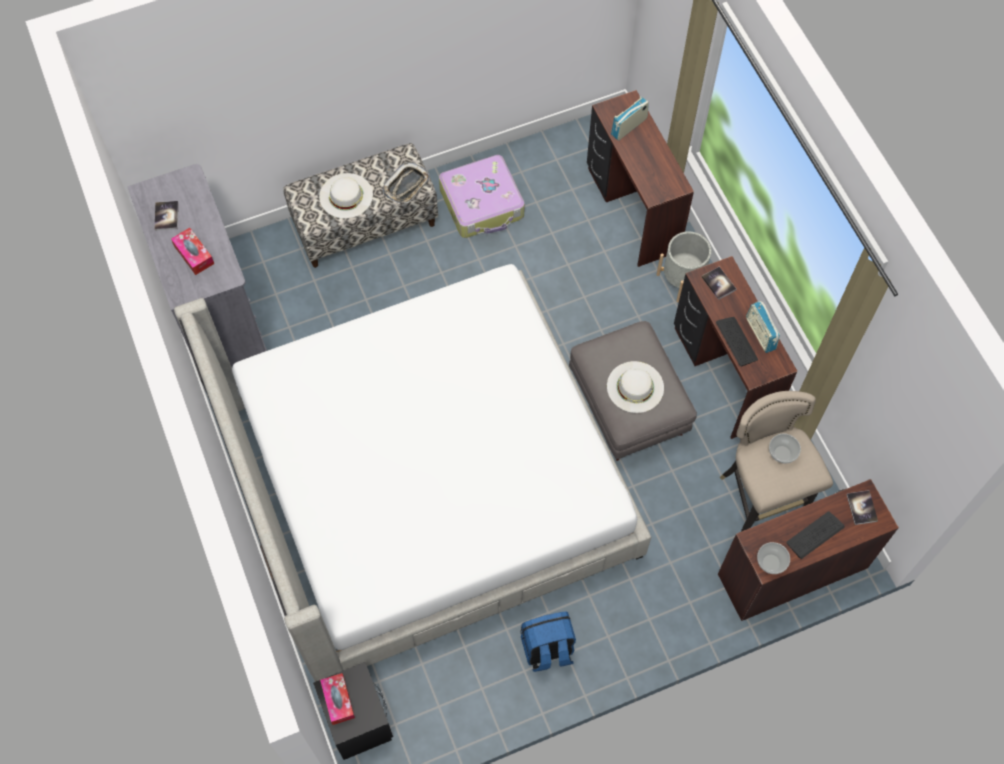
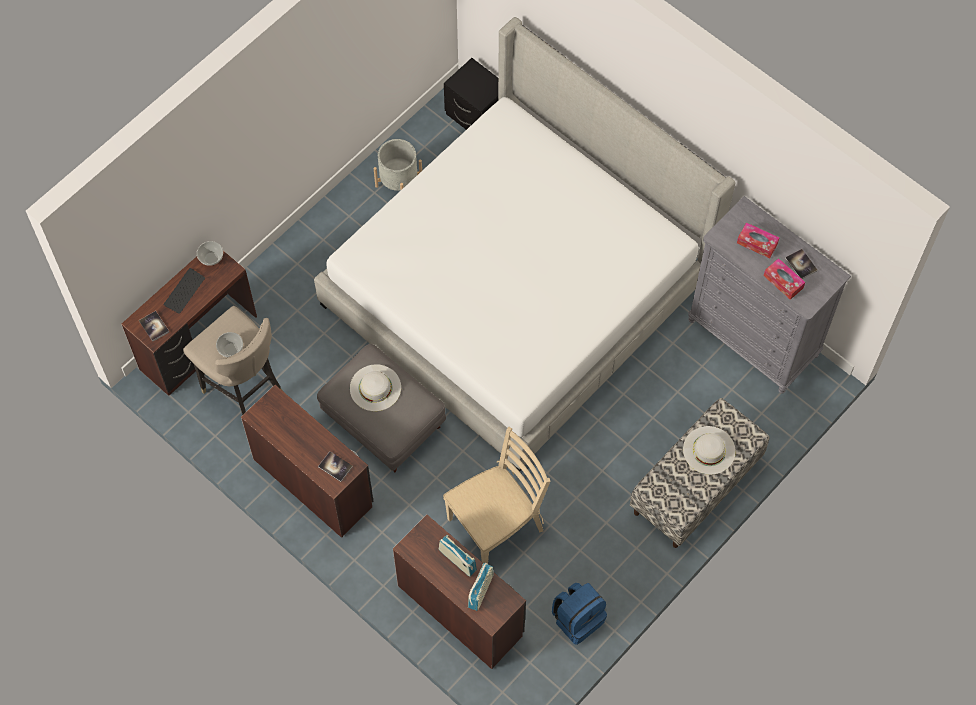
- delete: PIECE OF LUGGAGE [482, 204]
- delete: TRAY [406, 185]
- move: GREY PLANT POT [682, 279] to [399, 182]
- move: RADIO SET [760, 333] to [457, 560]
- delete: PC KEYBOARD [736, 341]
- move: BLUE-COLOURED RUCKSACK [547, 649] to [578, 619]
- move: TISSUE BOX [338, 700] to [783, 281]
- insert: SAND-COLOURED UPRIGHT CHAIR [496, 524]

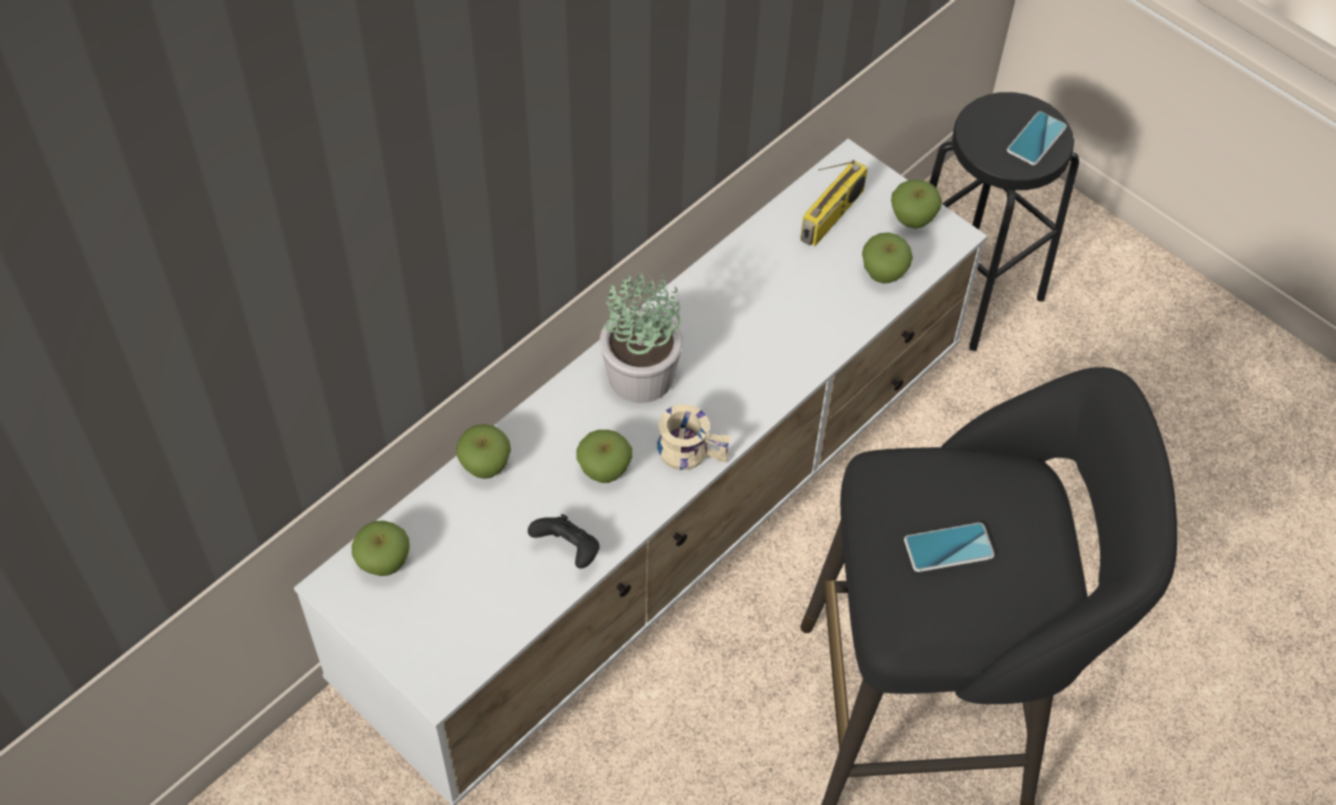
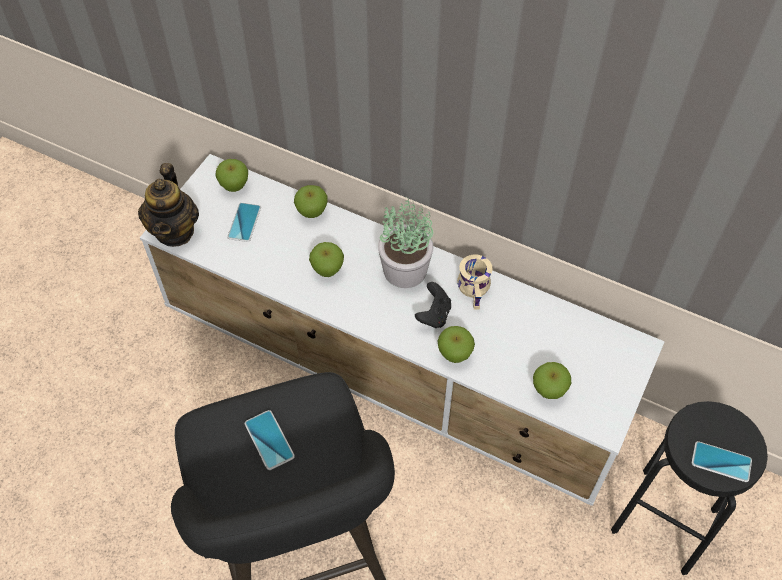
- delete: RADIO SET [832, 216]
- move: WHOLE APPLE [912, 219] to [454, 354]
- move: SAND-COLOURED MUG [692, 448] to [476, 289]
- move: BLACK JOYPAD [568, 551] to [434, 315]
- insert: TEA POT [175, 231]
- insert: HANDSET [244, 222]

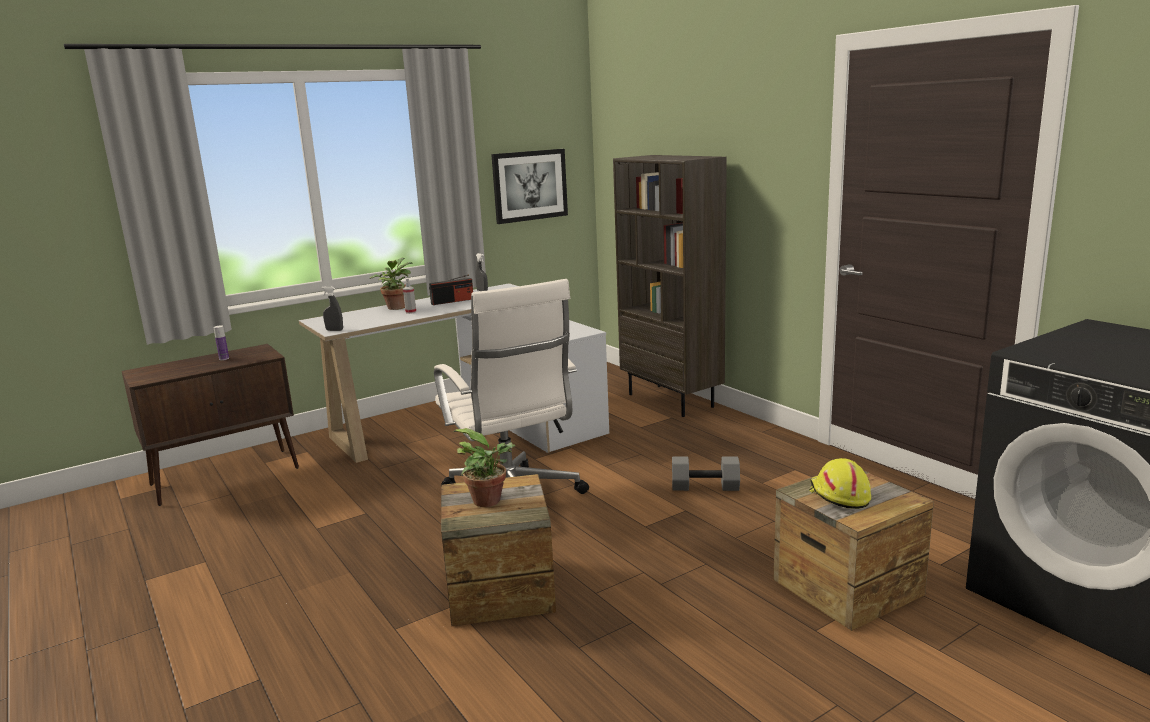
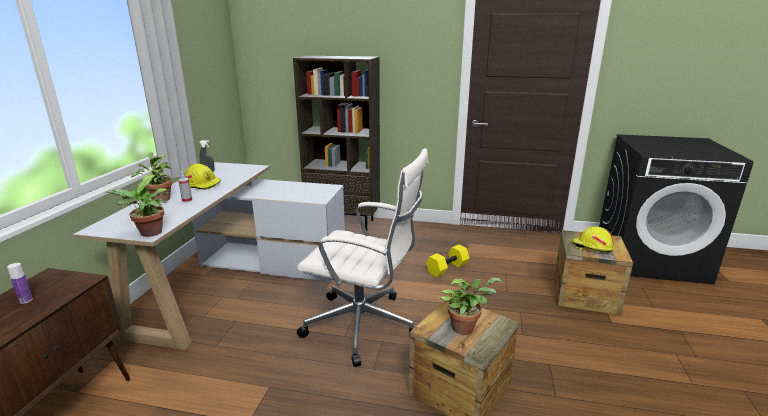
- delete: WALL PICTURE [529, 185]
- replace: RADIO SET [452, 301] to YELLOWISH WORK HELMET [203, 184]
- replace: GREY SPRAYER [334, 330] to HOUSEPLANT [149, 233]
- recolor: GREY DUMBBELL [705, 486] to YELLOWISH DUMBBELL [447, 268]

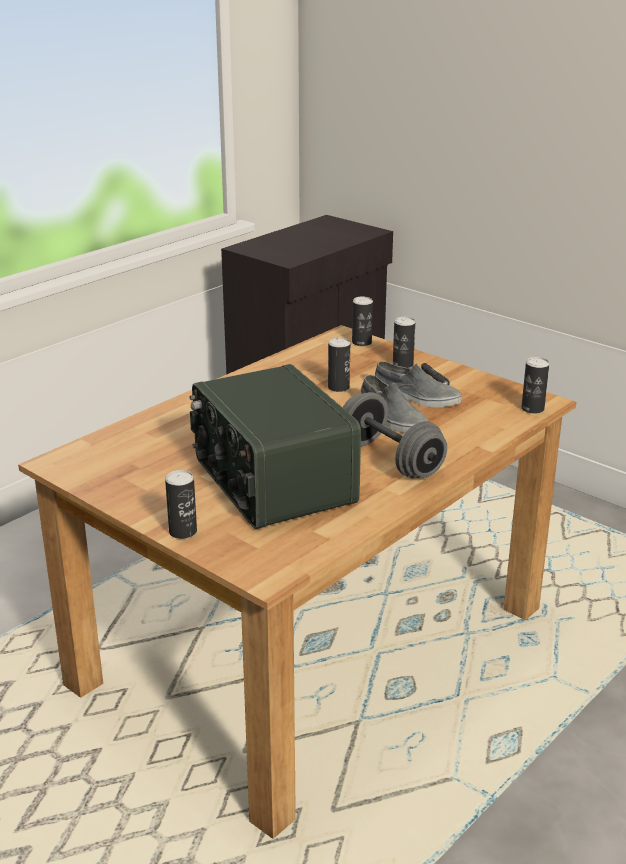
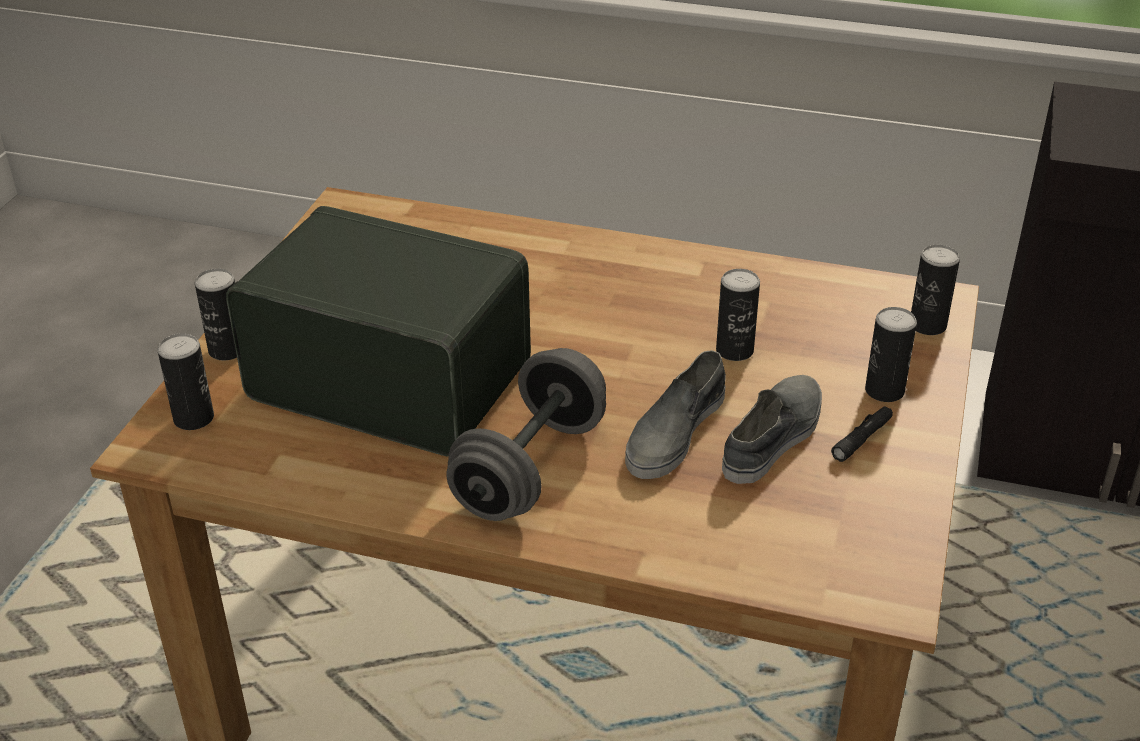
- move: CAN [532, 409] to [194, 418]
- rotate: GREY SHOE [416, 396] = [773, 437] 150 degrees counterclockwise
- rotate: RADIO SET [271, 482] = [392, 378] 75 degrees clockwise

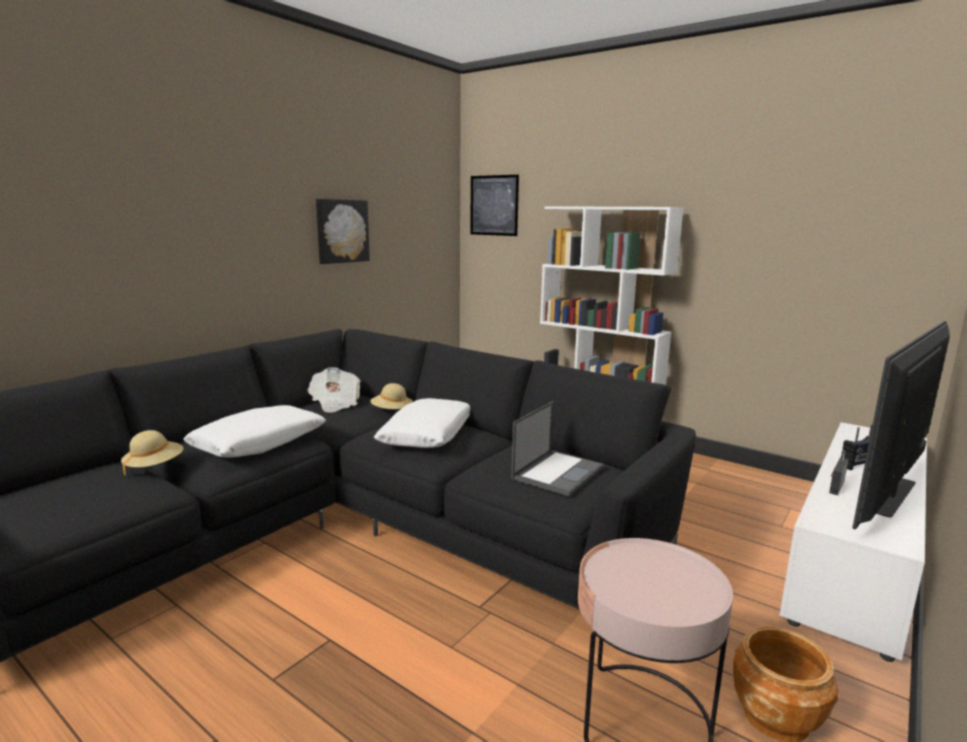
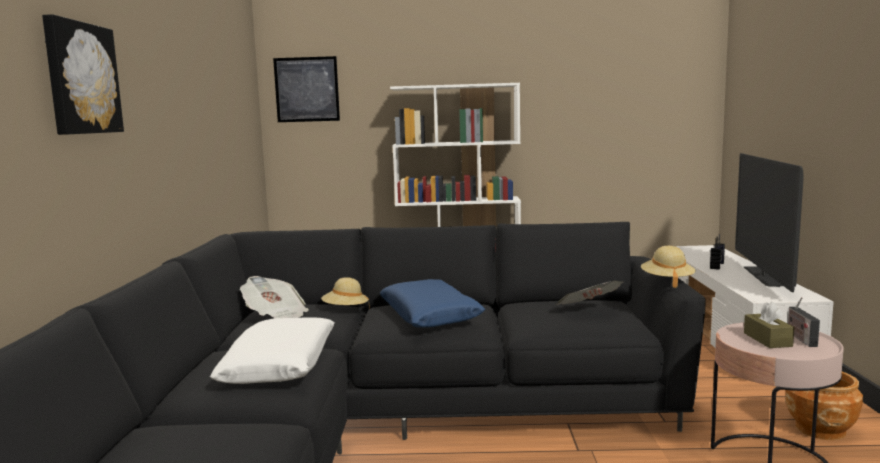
- move: WALL PICTURE [341, 231] to [80, 78]
- recolor: WHITE-COLOURED THROW PILLOW [428, 434] to BLUE-COLOURED THROW PILLOW [430, 315]
- replace: NOTEBOOK COMPUTER [558, 472] to NEWSPAPER [588, 310]
- move: SAND-COLOURED WEARABLE HAT [154, 467] to [667, 281]
- move: RADIO SET [836, 486] to [800, 338]
- insert: BROWN-COLOURED TISSUE BOX [767, 339]

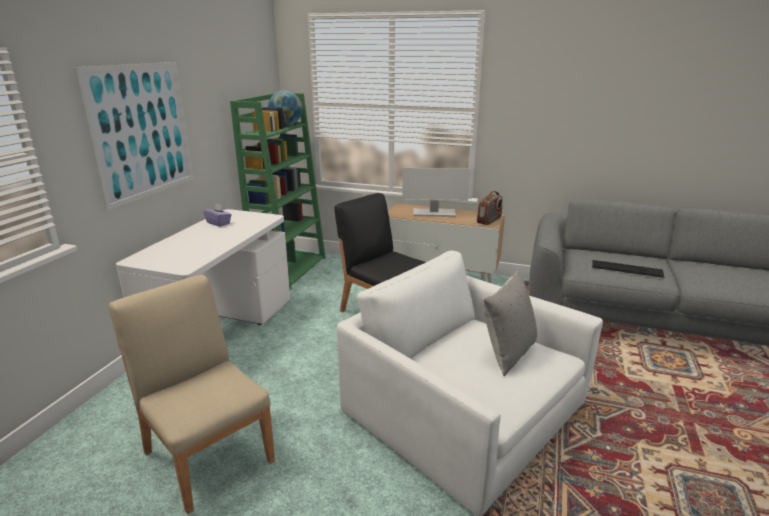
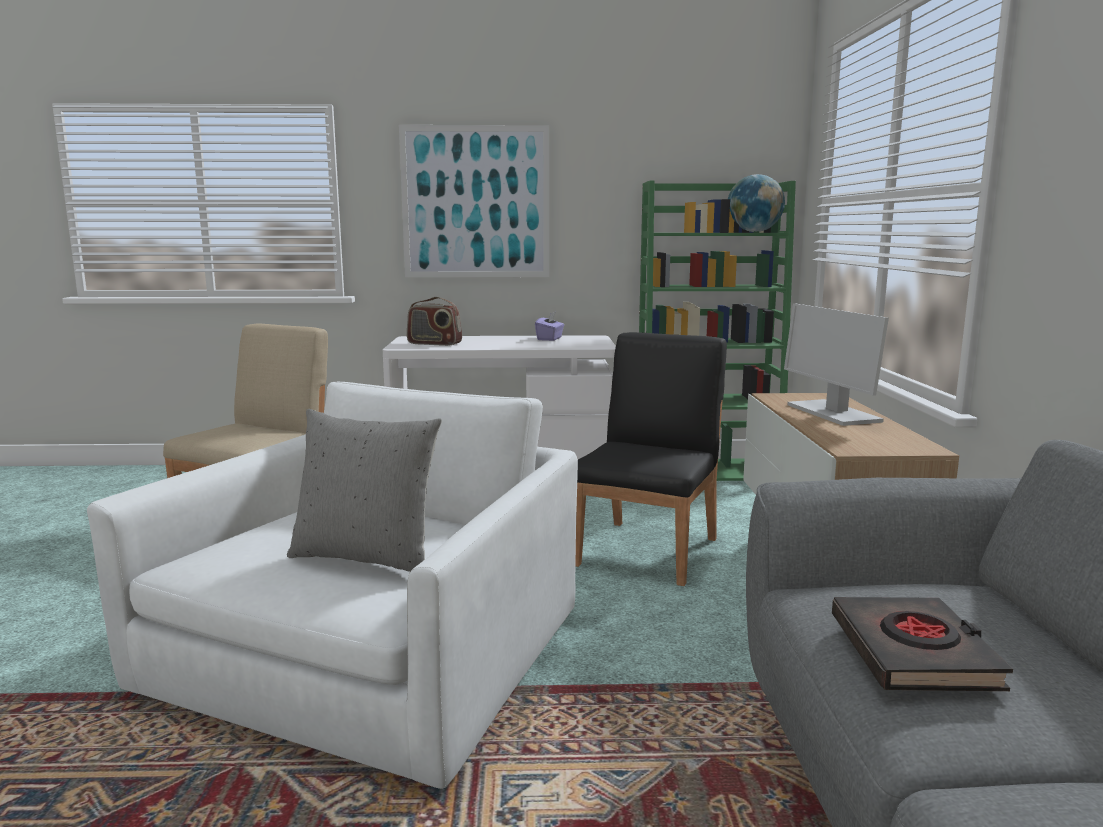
- move: RADIO SET [489, 220] to [434, 343]
- replace: PC KEYBOARD [627, 269] to BLACK BOUND BOOK [913, 653]

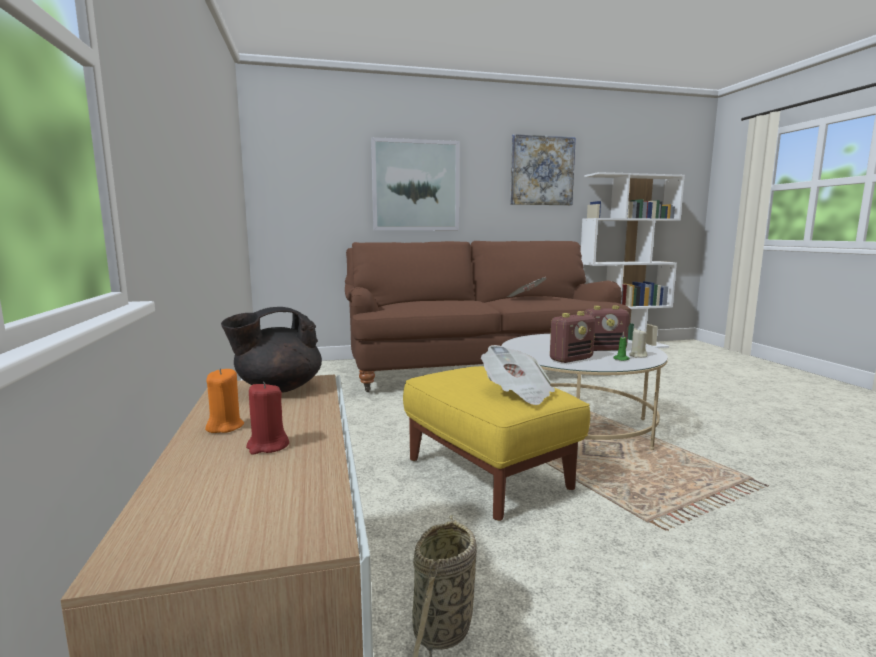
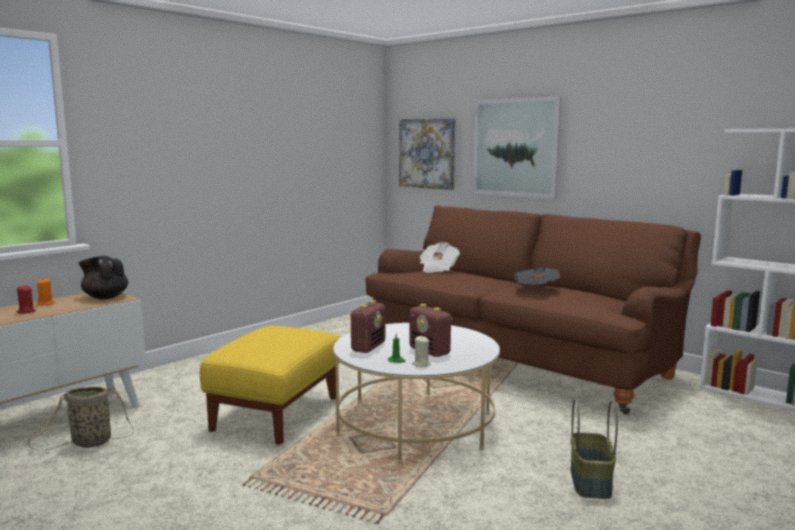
- move: WALL PICTURE [542, 171] to [427, 153]
- rotate: RADIO SET [571, 359] = [368, 347] 90 degrees counterclockwise
- move: NEWSPAPER [517, 393] to [437, 269]
- insert: STORAGE BASKET [591, 482]

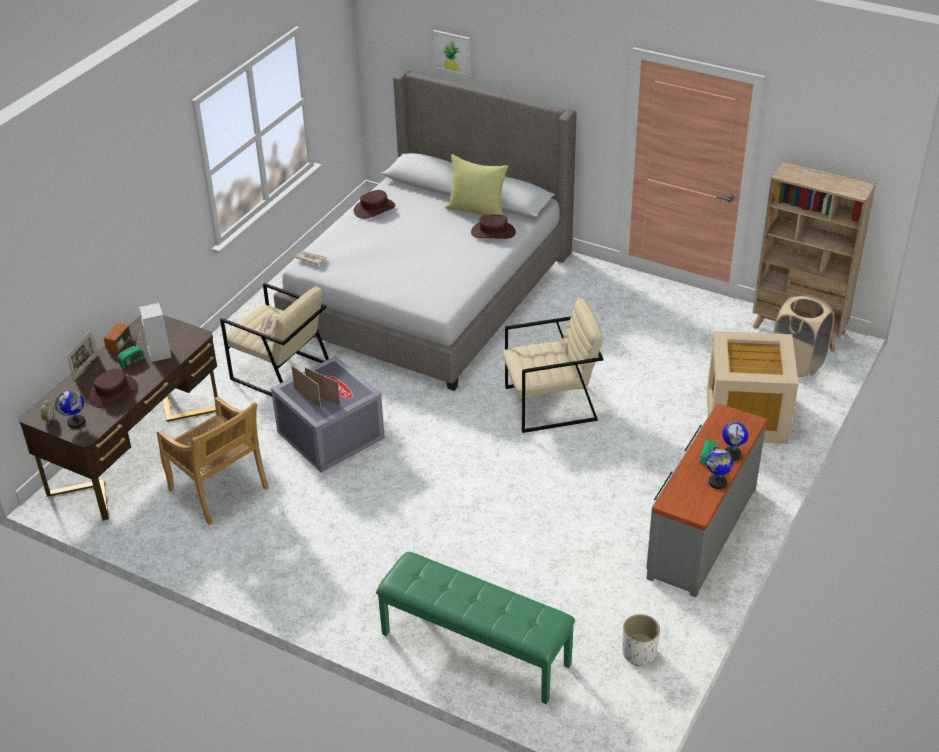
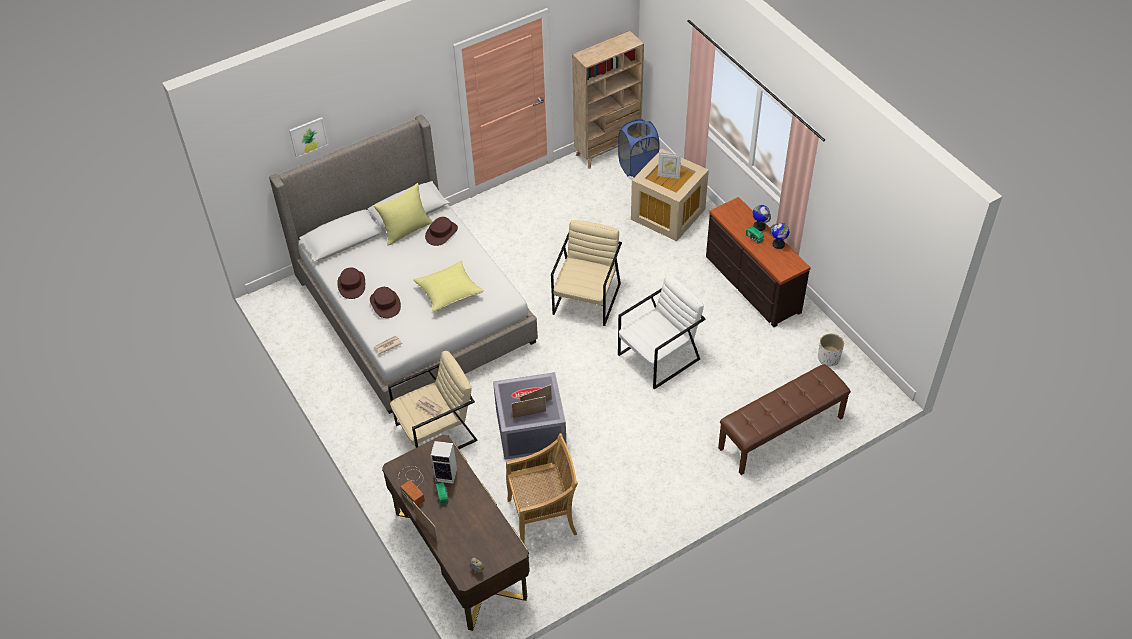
- recolor: SAND-COLOURED WASHING BASKET [797, 363] to BLUE-COLOURED WASHING BASKET [638, 167]
- move: BROWN-COLOURED WEARABLE HAT [112, 392] to [385, 304]
- delete: DESK GLOBE [76, 422]
- recolor: GREY DRESSER [700, 532] to BROWN-COLOURED DRESSER [751, 284]
- recolor: GREEN-COLOURED BENCH [474, 649] to BROWN-COLOURED BENCH [781, 433]
- insert: PHOTO FRAME [668, 175]
- insert: YELLOWISH THROW PILLOW [449, 293]
- insert: WHITE-COLOURED ARMCHAIR [659, 357]

